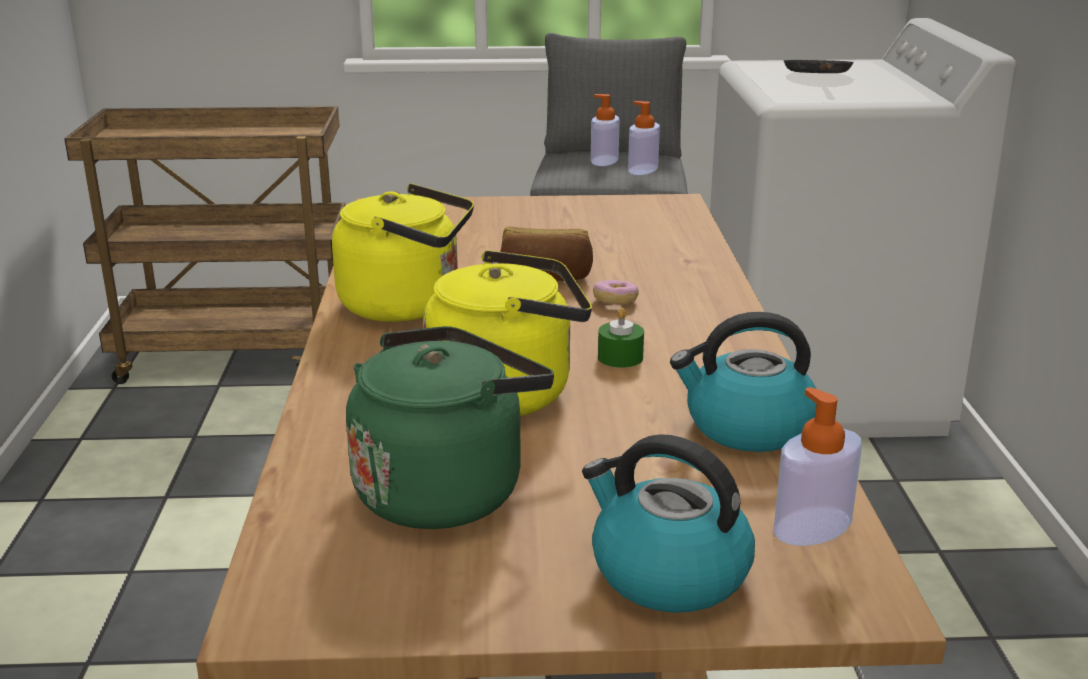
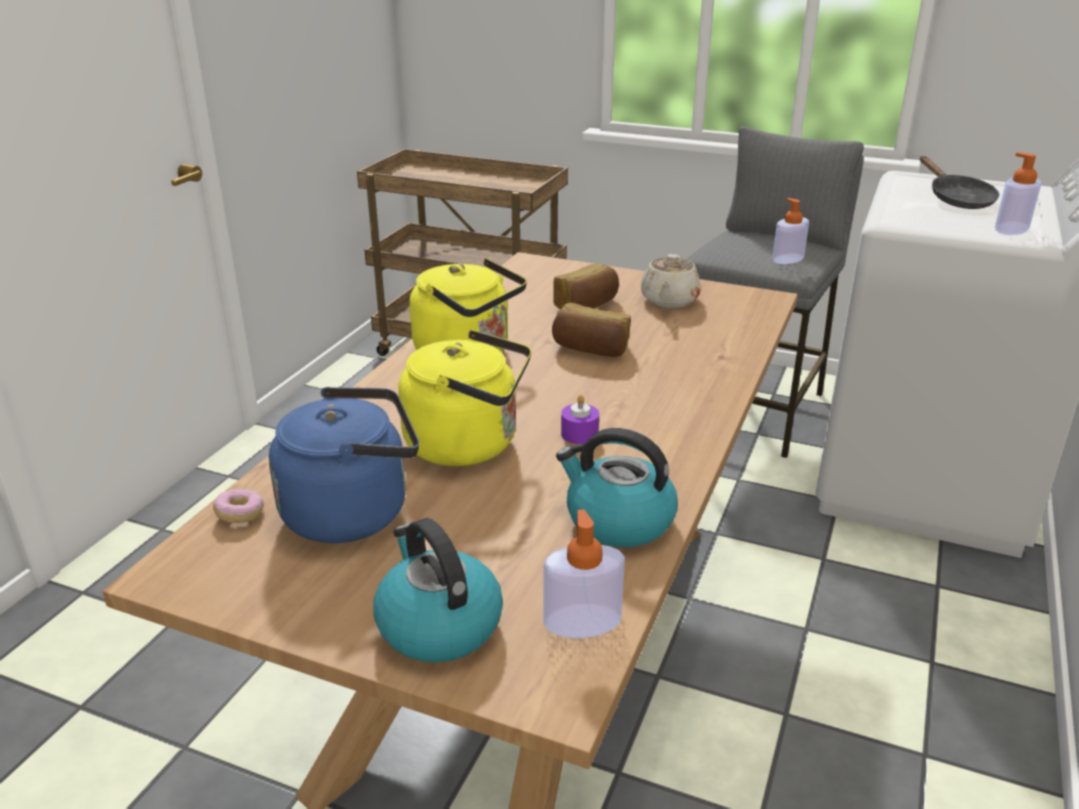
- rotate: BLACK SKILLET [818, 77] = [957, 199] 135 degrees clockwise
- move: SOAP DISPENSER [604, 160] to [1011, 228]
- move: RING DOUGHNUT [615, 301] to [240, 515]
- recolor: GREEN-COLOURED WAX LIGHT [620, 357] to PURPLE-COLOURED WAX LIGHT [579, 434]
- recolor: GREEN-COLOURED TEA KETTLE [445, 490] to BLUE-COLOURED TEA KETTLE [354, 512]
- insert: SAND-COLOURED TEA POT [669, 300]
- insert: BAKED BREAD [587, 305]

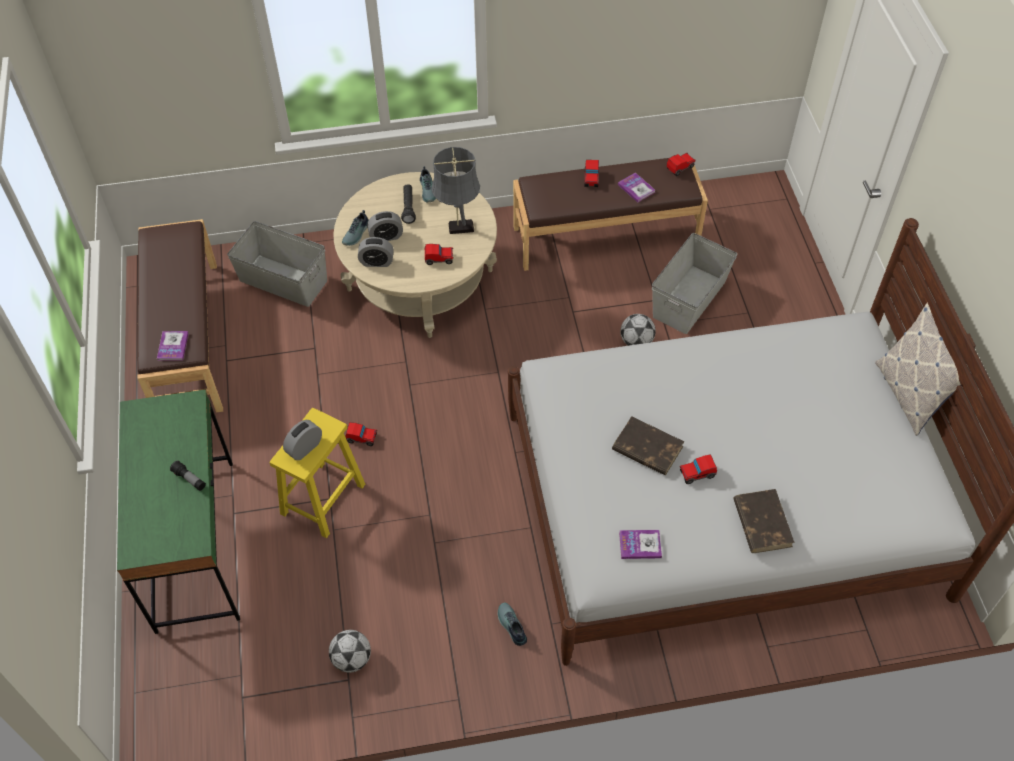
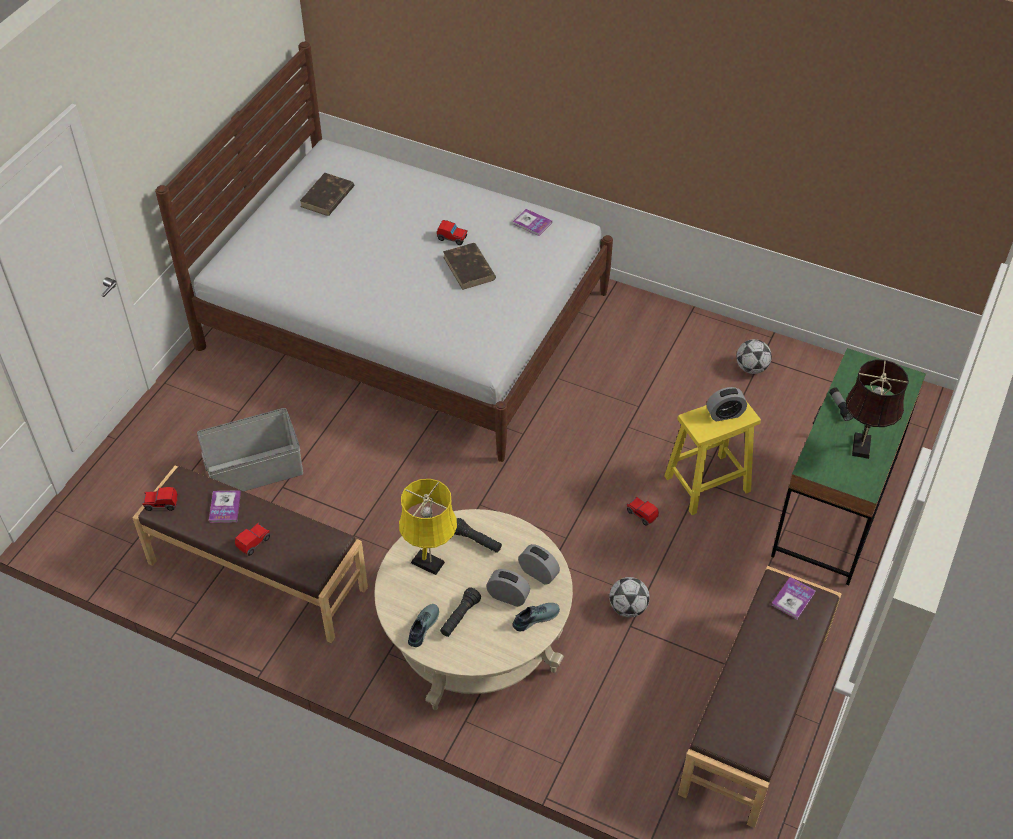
- recolor: GREY TABLE LAMP [458, 227] to YELLOWISH TABLE LAMP [430, 564]
- delete: GREY STORAGE CONTAINER [283, 280]
- replace: TOY CAR [439, 259] to BLACK HAND TORCH [477, 541]
- delete: THROW PILLOW [909, 395]
- move: FOOTBALL [636, 341] to [628, 608]
- move: BROWN-COLOURED BOUND BOOK [762, 522] to [327, 197]
- delete: SHOE [511, 626]
- insert: BROWN-COLOURED TABLE LAMP [861, 448]

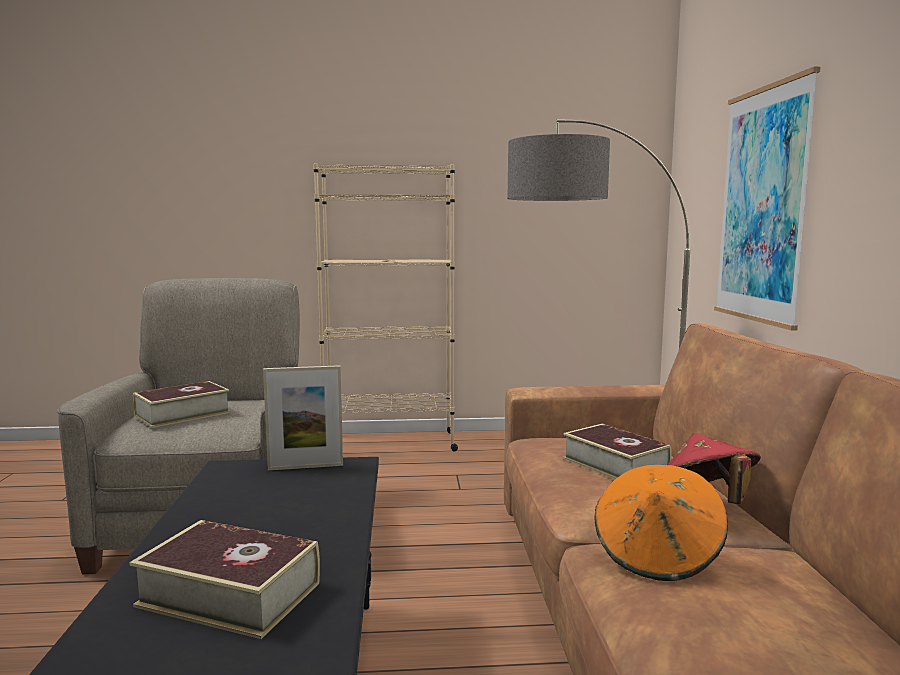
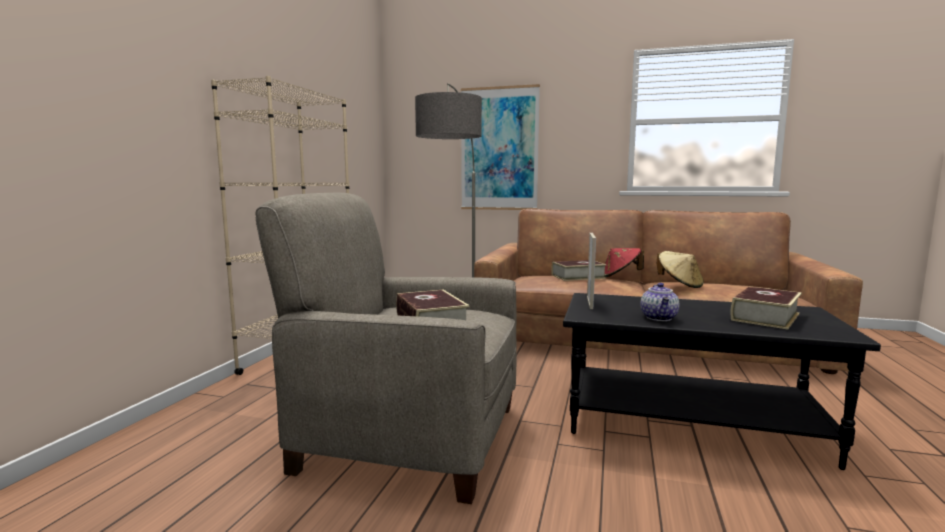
- recolor: ORANGEY WEARABLE HAT [658, 556] to SAND-COLOURED WEARABLE HAT [679, 284]
- insert: TEA POT [659, 318]

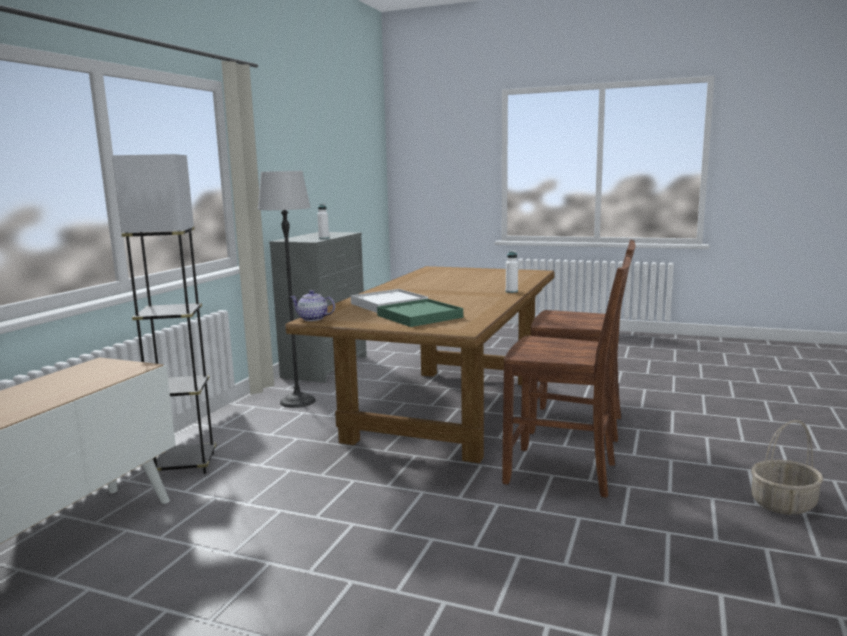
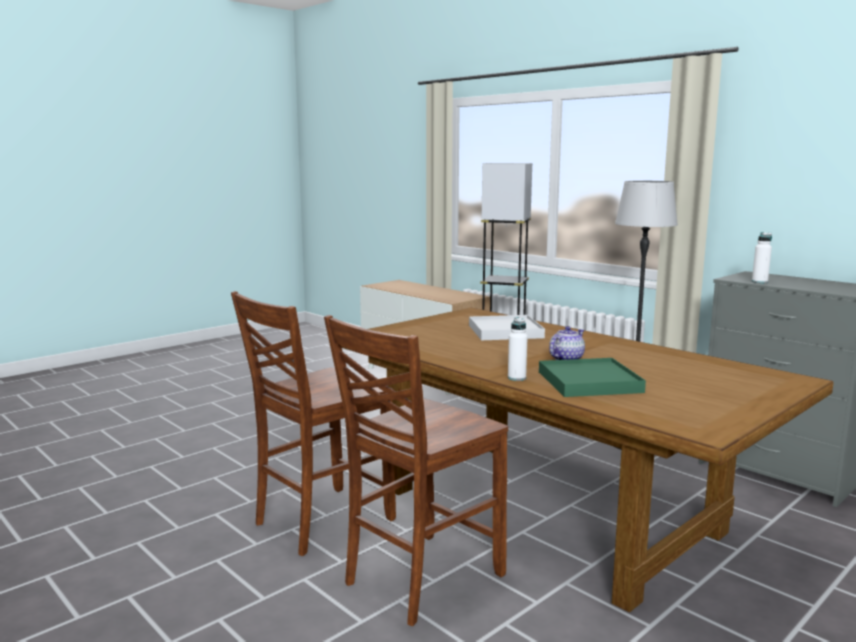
- move: TEA POT [313, 319] to [565, 359]
- move: GREEN-COLOURED TRAY [419, 316] to [589, 382]
- delete: STORAGE BASKET [783, 504]

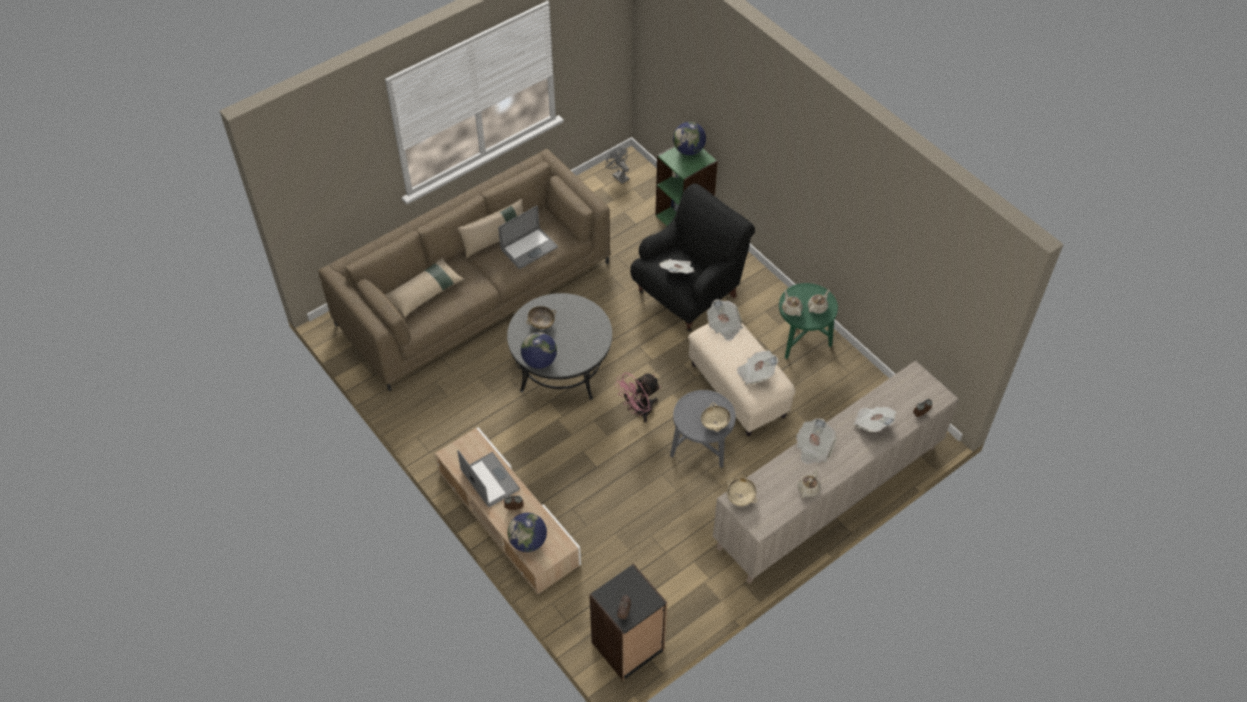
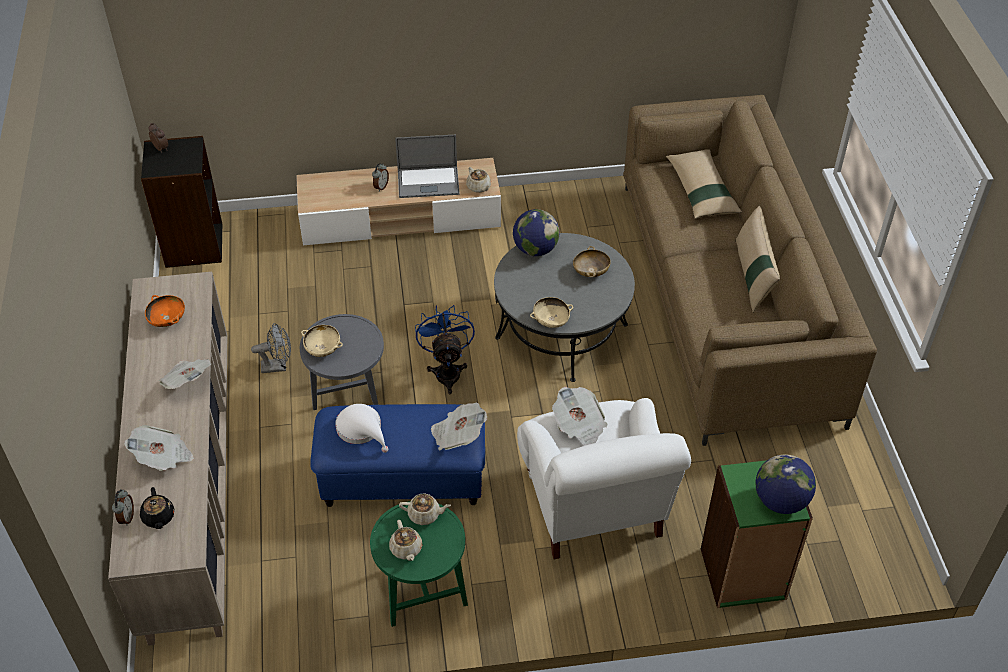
- move: GREY FAN [618, 176] to [278, 366]
- recolor: BLACK ARMCHAIR [689, 293] to WHITE-COLOURED ARMCHAIR [593, 507]
- delete: NOTEBOOK COMPUTER [529, 248]
- recolor: SAND-COLOURED POUFFE [739, 390] to BLUE-COLOURED POUFFE [402, 480]
- replace: NEWSPAPER [756, 373] to WHITE-COLOURED WEARABLE HAT [361, 430]
- recolor: PINKISH FAN [638, 411] to BLUE-COLOURED FAN [447, 370]
- move: SAND-COLOURED TEA POT [808, 488] to [479, 187]
- move: SAND-COLOURED DEEP DISH [740, 497] to [551, 321]
- delete: DESK GLOBE [528, 541]
- insert: ORANGEY DEEP DISH [167, 319]
- insert: BLACK TEA POT [158, 517]

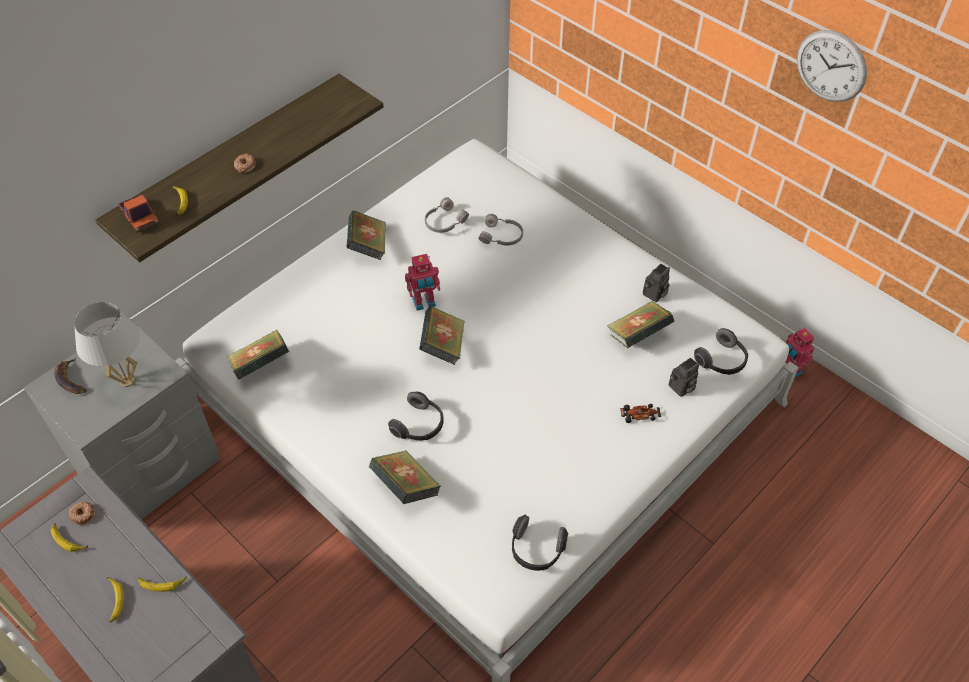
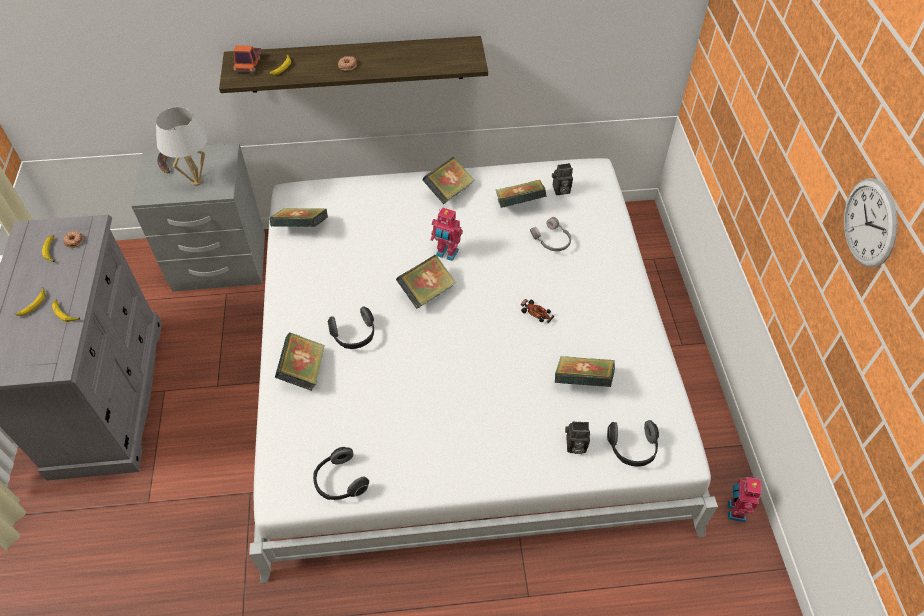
- replace: GREY HEADPHONES [444, 221] to BOUND BOOK [519, 205]
- move: PHOTO CAMERA [654, 295] to [560, 190]
- move: TOY CAR [639, 415] to [536, 314]

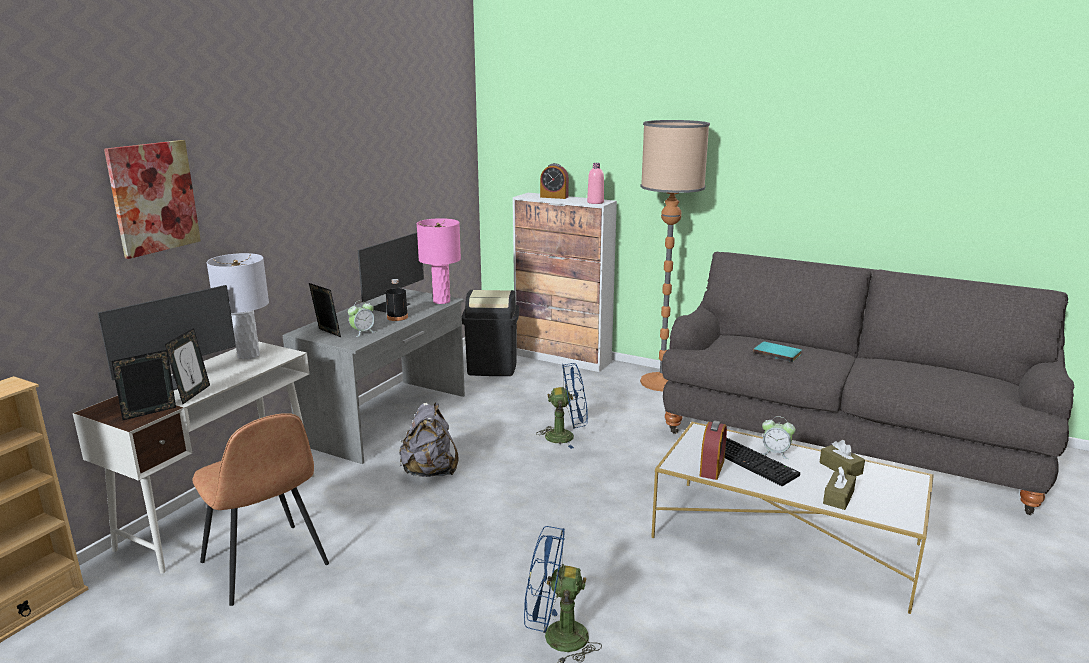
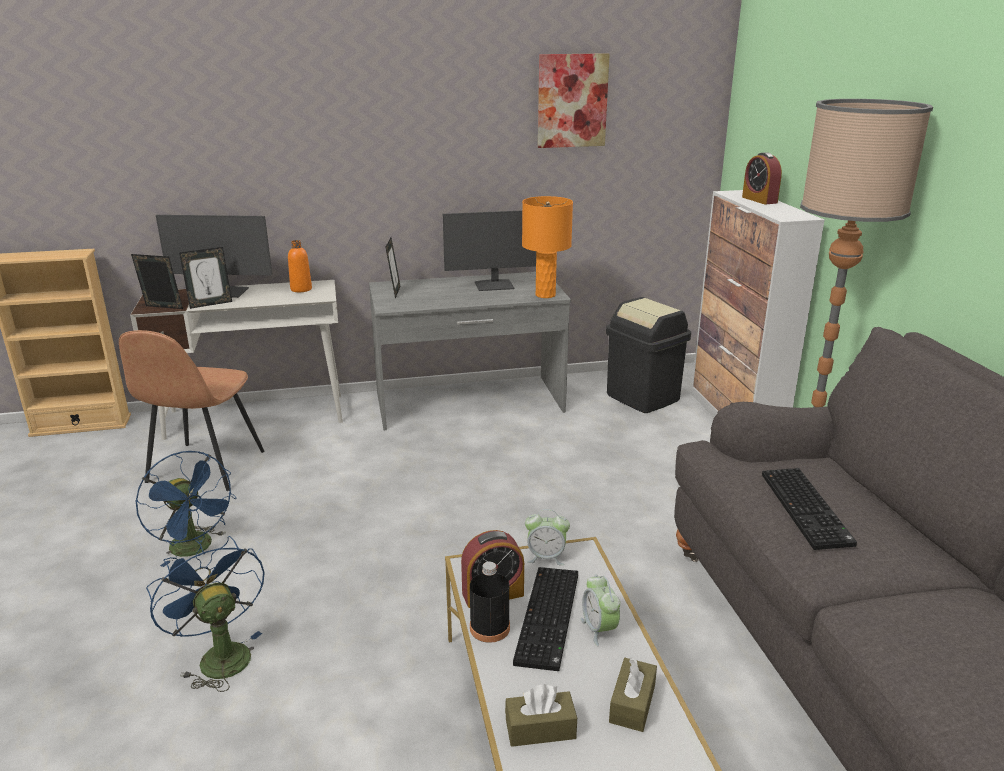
- move: WALL PICTURE [153, 197] to [572, 101]
- delete: PINKISH BEVERAGE BOTTLE [595, 202]
- recolor: PINKISH TABLE LAMP [441, 301] to ORANGEY TABLE LAMP [545, 295]
- replace: GREY TABLE LAMP [248, 356] to ORANGEY BEVERAGE BOTTLE [301, 289]
- move: BLACK BEVERAGE BOTTLE [397, 317] to [489, 628]
- move: ALARM CLOCK [363, 332] to [546, 557]
- replace: TURQUOISE-COLOURED BOUND BOOK [777, 353] to PC KEYBOARD [808, 509]
- move: BLUE-COLOURED FAN [566, 436] to [196, 549]
- delete: GREY RUCKSACK [430, 471]

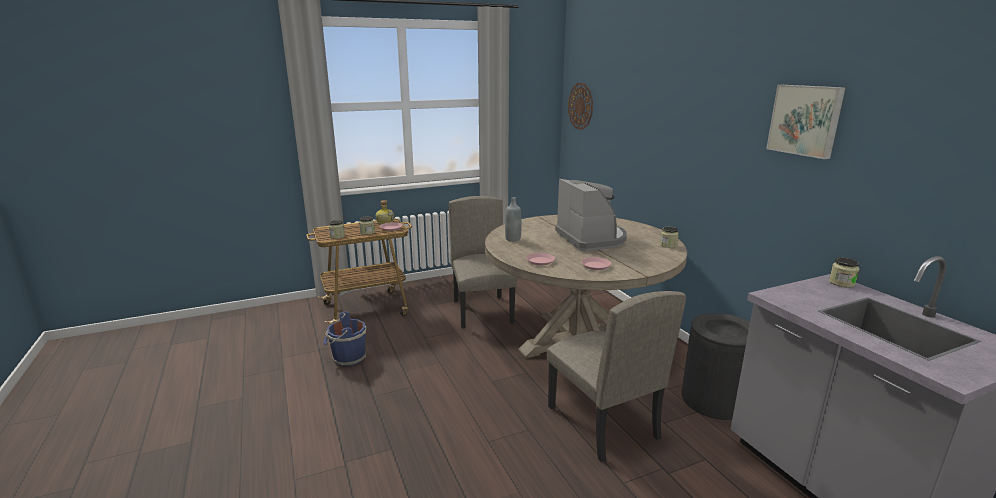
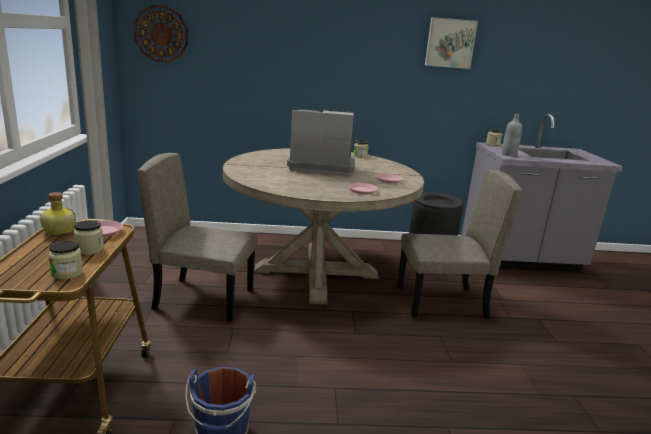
- move: GREY BEVERAGE BOTTLE [513, 239] to [508, 154]

